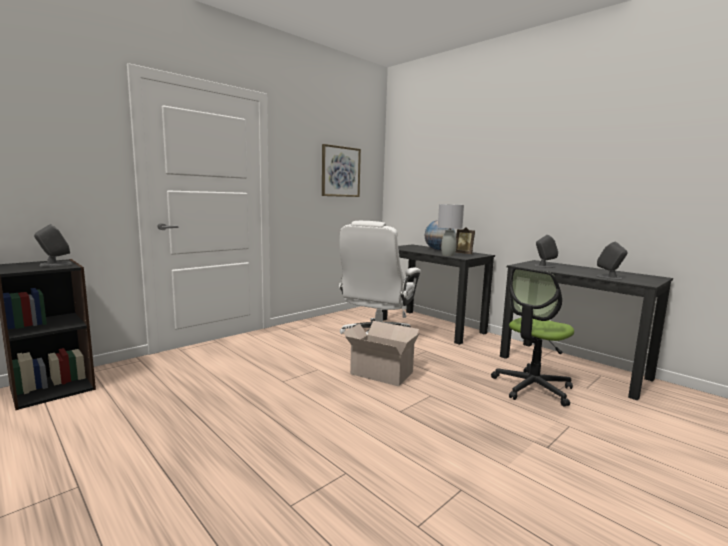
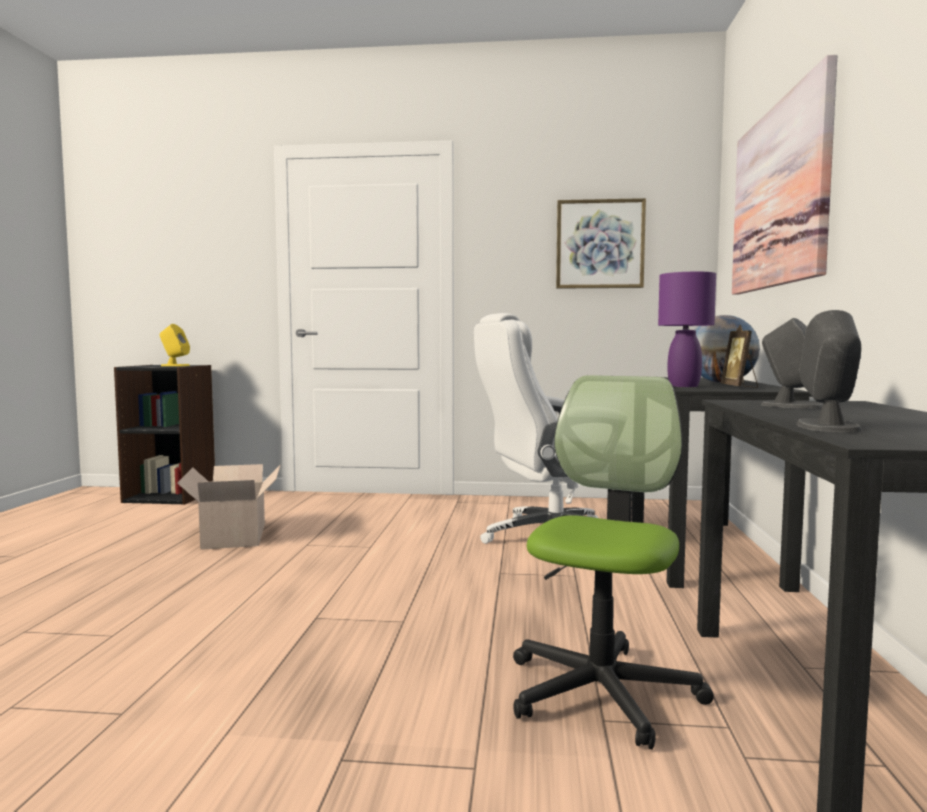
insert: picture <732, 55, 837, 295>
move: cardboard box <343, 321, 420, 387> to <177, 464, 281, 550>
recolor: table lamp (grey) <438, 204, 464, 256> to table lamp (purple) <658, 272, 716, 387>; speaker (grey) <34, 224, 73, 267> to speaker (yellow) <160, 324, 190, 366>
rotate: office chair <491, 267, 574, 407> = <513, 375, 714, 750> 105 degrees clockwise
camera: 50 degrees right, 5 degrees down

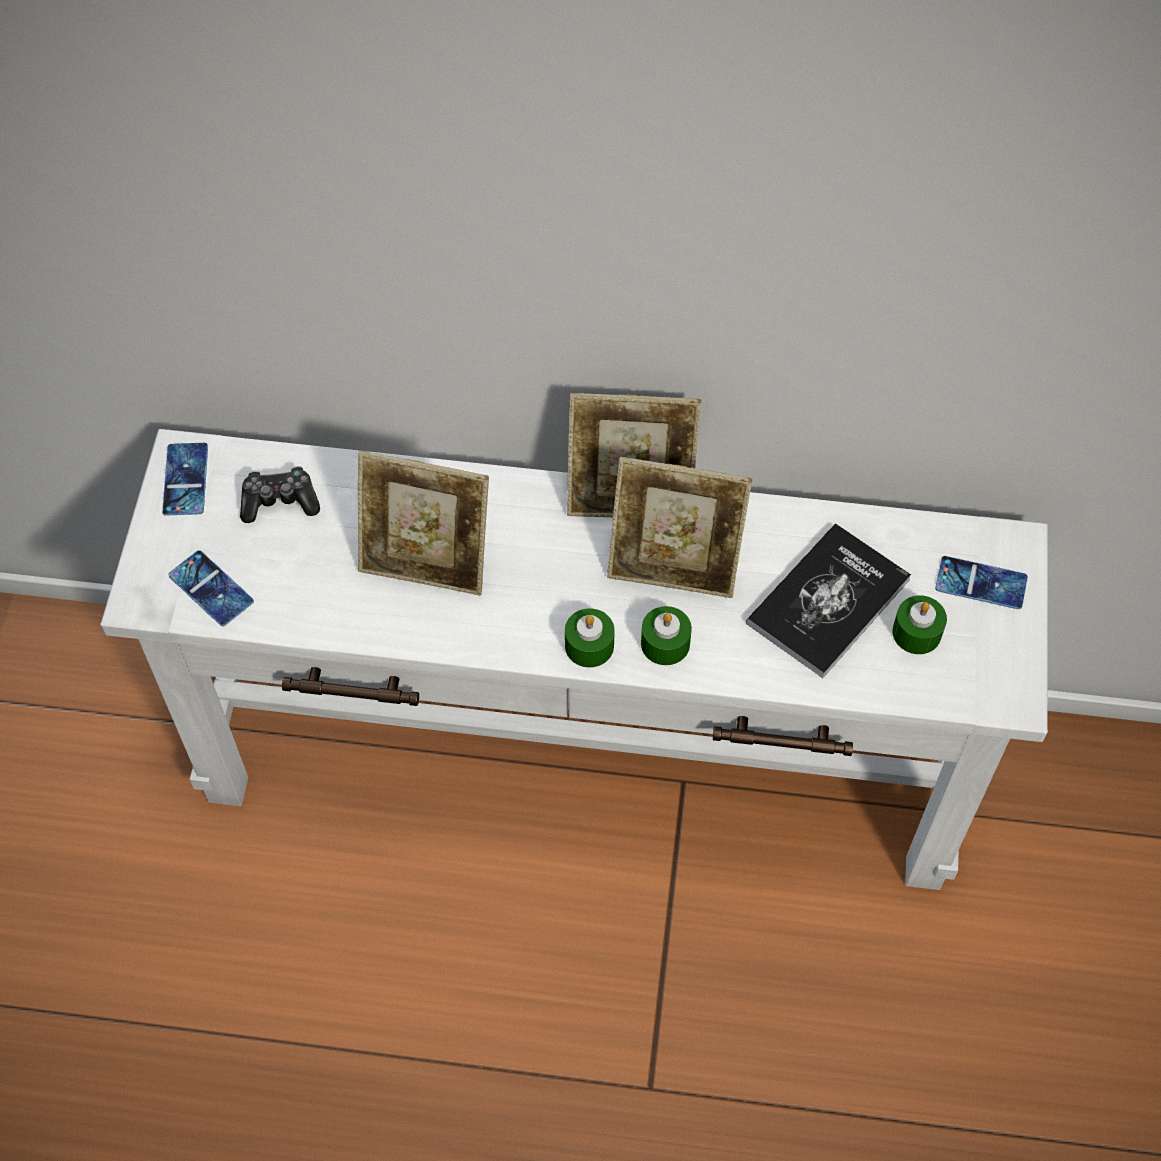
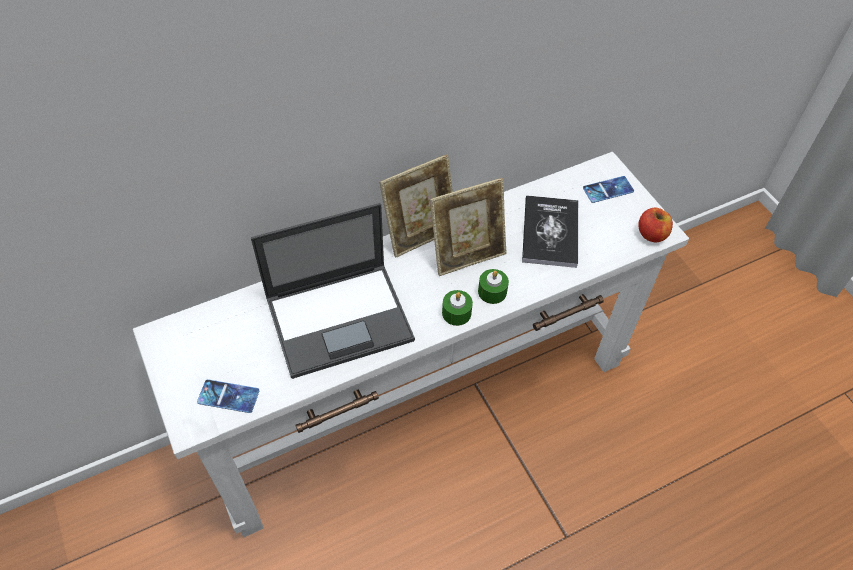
delete: phone <162, 443, 208, 516>; game controller <240, 466, 320, 523>; candle (green) <892, 595, 947, 654>
insert: apple <638, 208, 673, 242>
replace: picture frame <358, 451, 489, 595> to laptop <251, 203, 415, 379>
camera: 35 degrees left, 5 degrees down

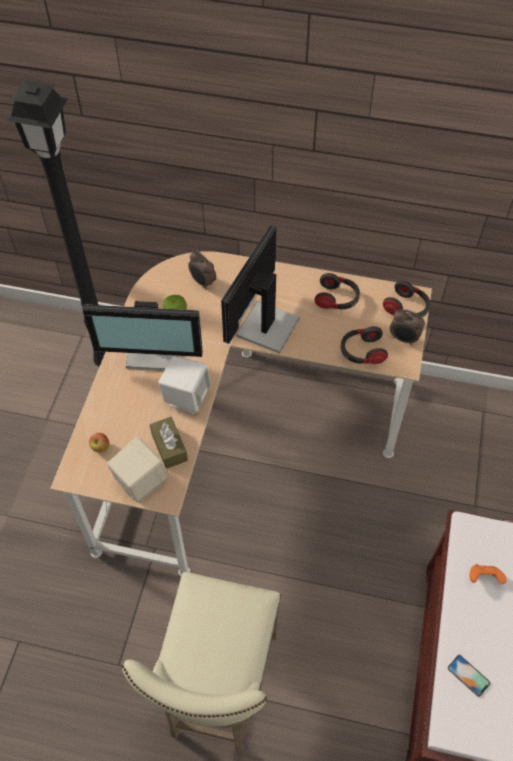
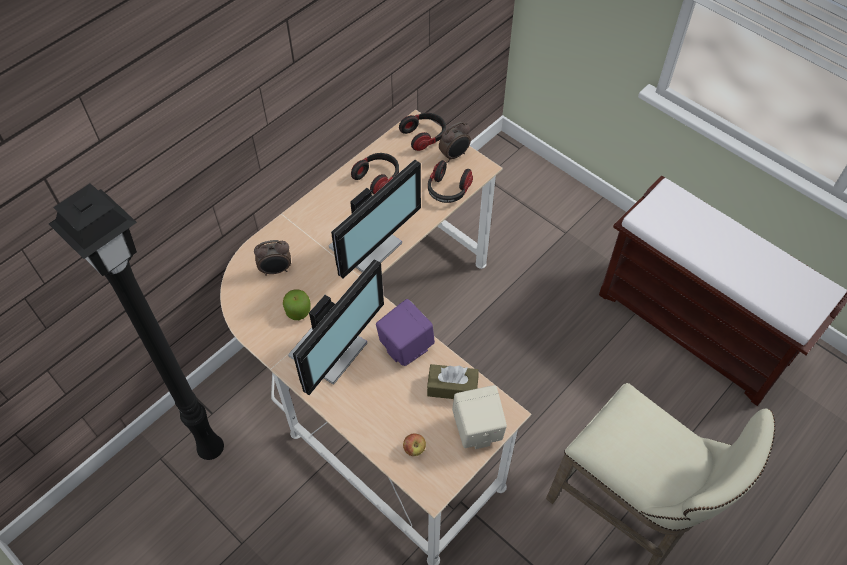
delete: game controller (orange) <470, 564, 507, 584>; phone <448, 655, 491, 697>
recolor: speaker (white) <158, 356, 211, 414> to speaker (purple) <376, 299, 435, 366>
rotate: monitor <221, 225, 300, 354> = <329, 160, 421, 279> 105 degrees counterclockwise
camera: 60 degrees left, 0 degrees up

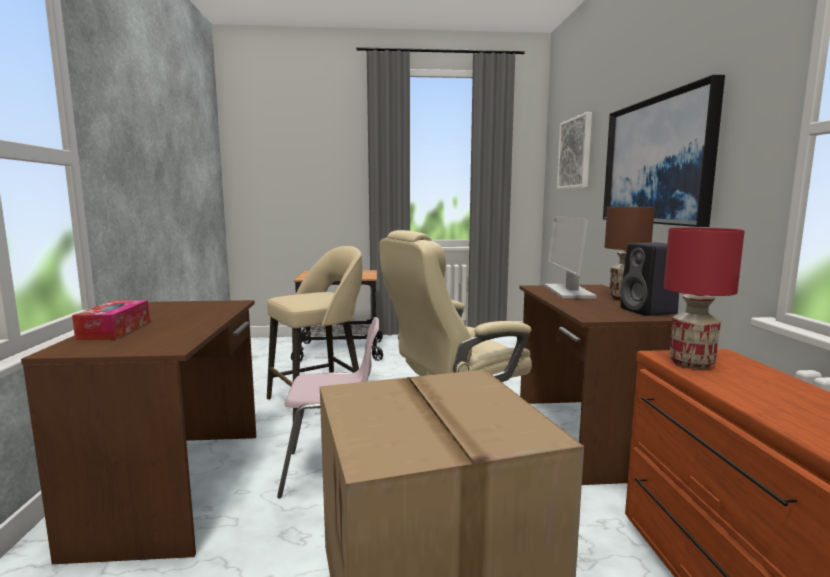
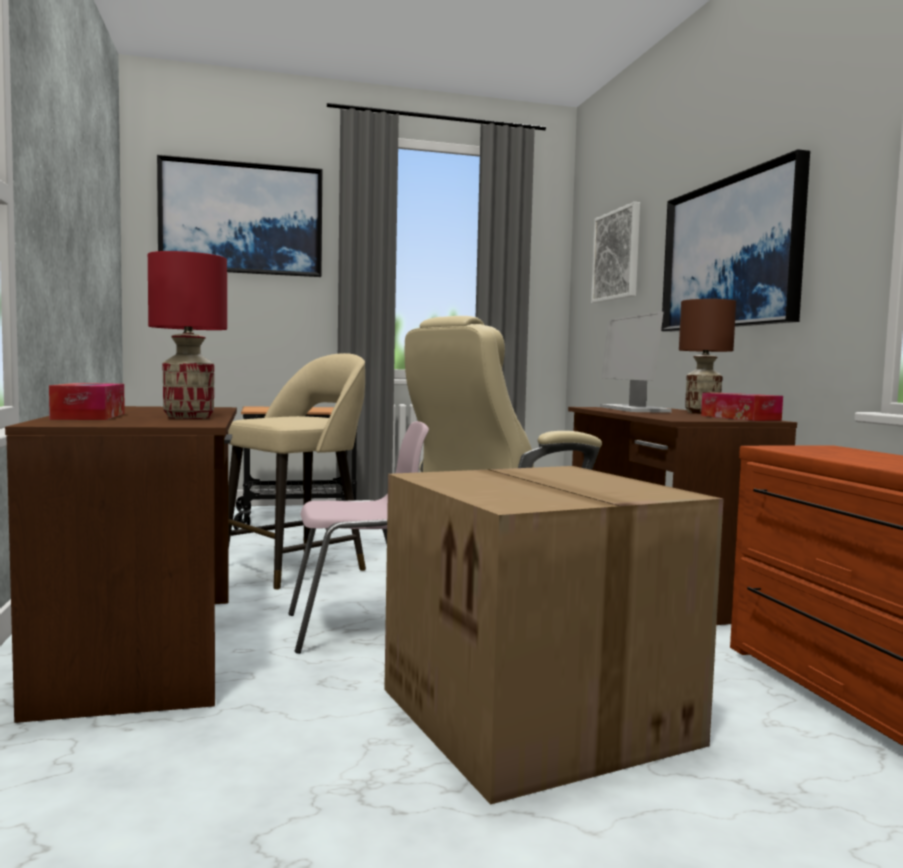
insert: picture <157, 154, 322, 277>
move: table lamp (red) <664, 228, 745, 369> to <148, 251, 227, 419>
replace: speaker (black) <620, 242, 679, 316> to tissue box <701, 393, 783, 421>
camera: 10 degrees left, 5 degrees down

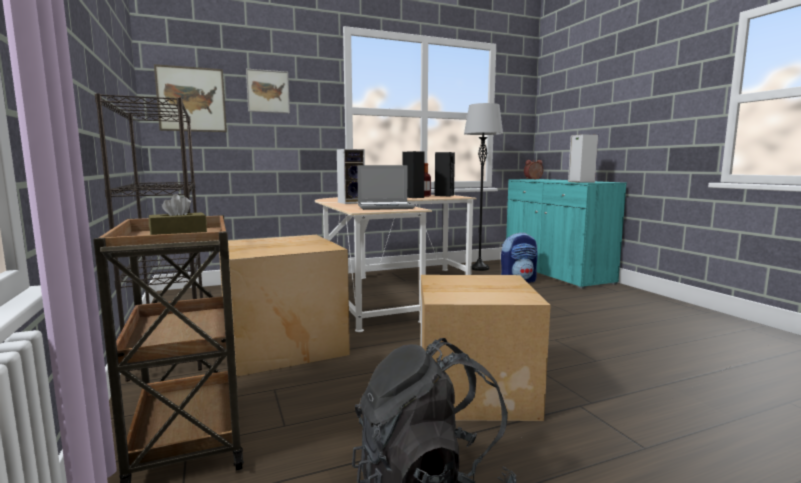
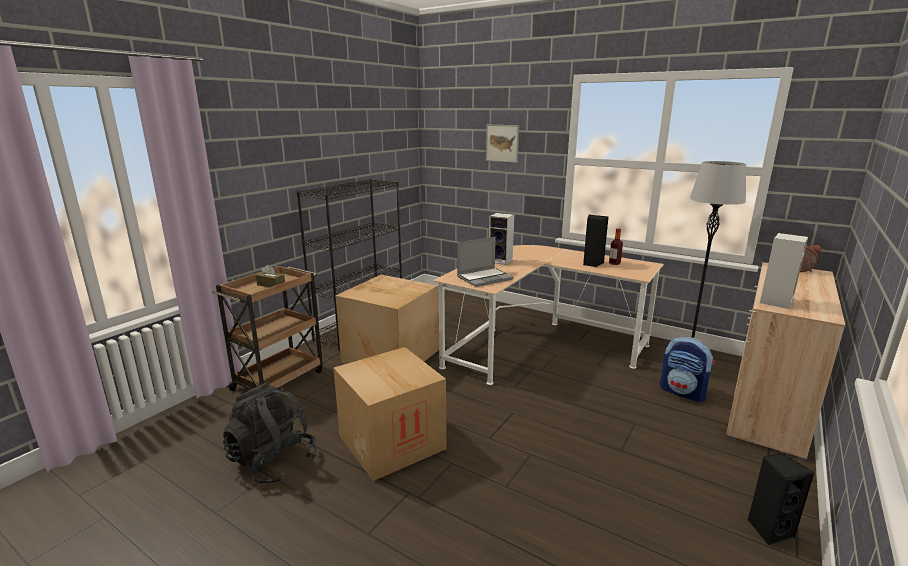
delete: picture <154, 64, 227, 132>
move: speaker (black) <435, 152, 455, 196> to <748, 453, 815, 546>
recolor: cabinet (turquoise) <506, 179, 627, 289> to cabinet (beige) <726, 262, 845, 461>
rotate: laptop <357, 165, 415, 210> = <457, 237, 514, 287> 75 degrees counterclockwise
camera: 55 degrees right, 10 degrees up

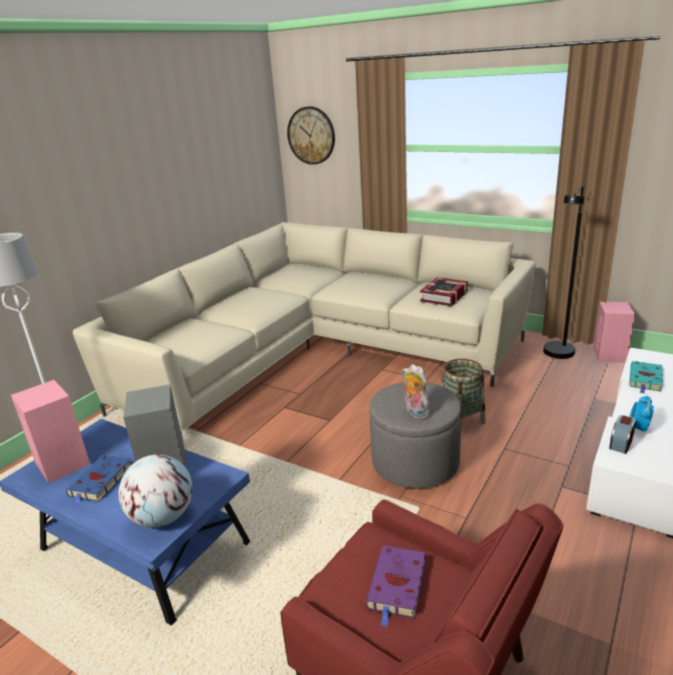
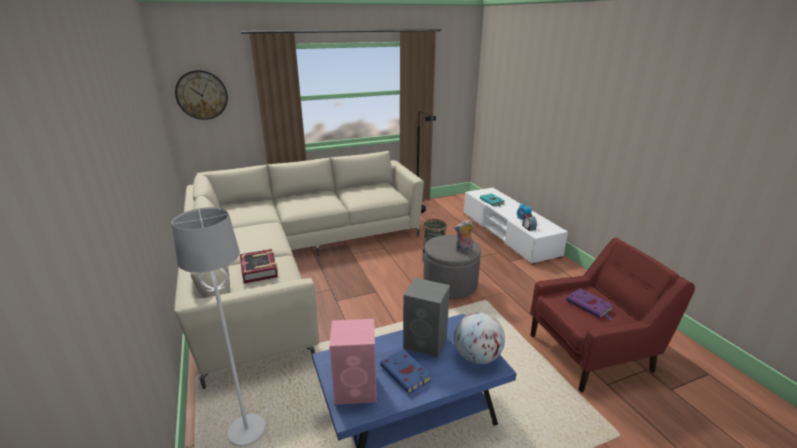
delete: speaker (pink) <593, 302, 635, 363>
move: book <420, 277, 468, 306> to <240, 249, 278, 284>
camera: 55 degrees left, 0 degrees up

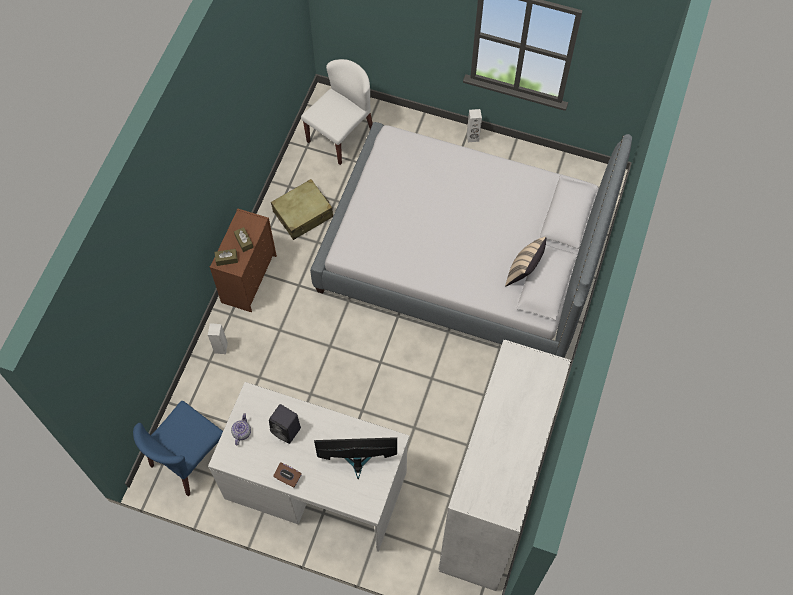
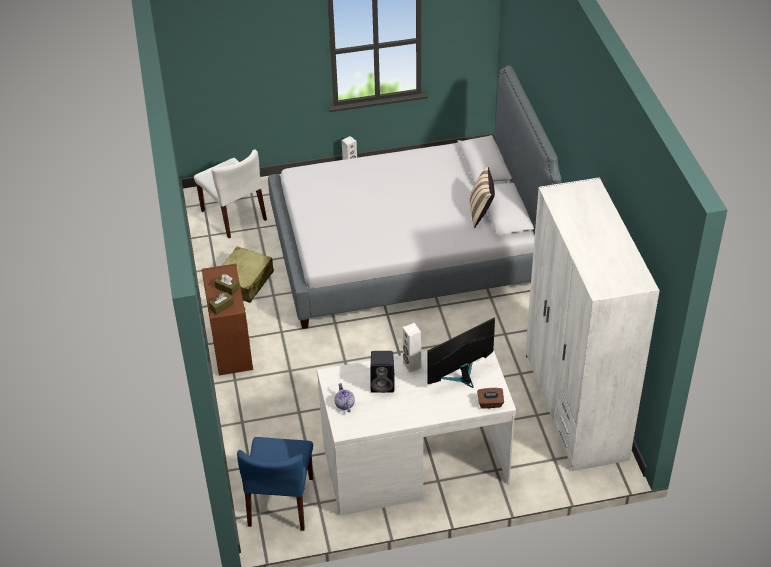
move: speaker (white) <208, 323, 228, 354> to <403, 323, 421, 372>; tissue box (brown) <273, 462, 302, 487> to <477, 388, 504, 408>
rotate: chair (white) <301, 59, 373, 165> = <194, 150, 267, 238> 135 degrees clockwise
camera: 30 degrees left, 20 degrees down

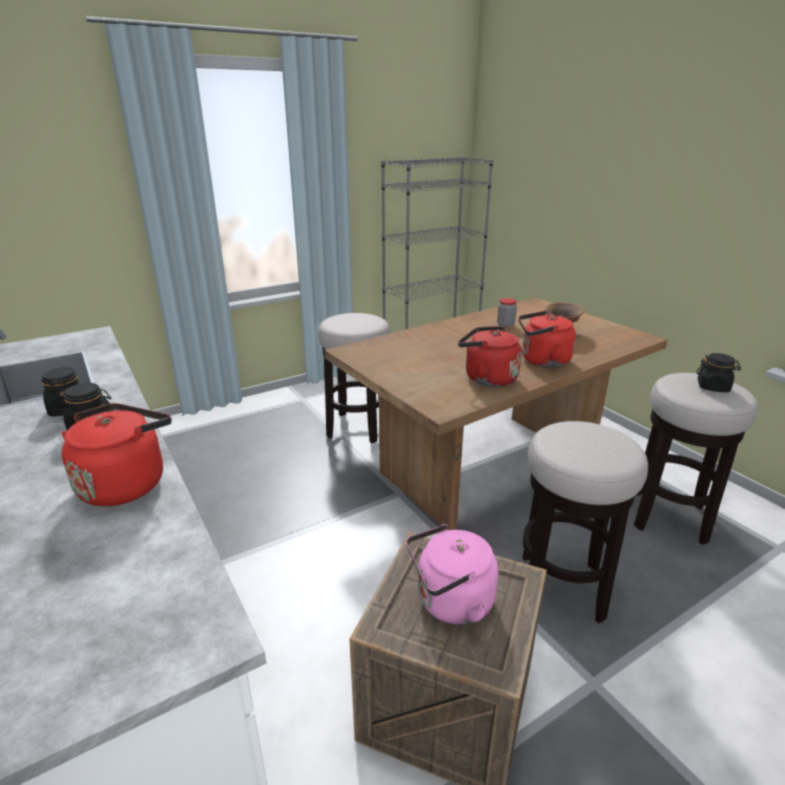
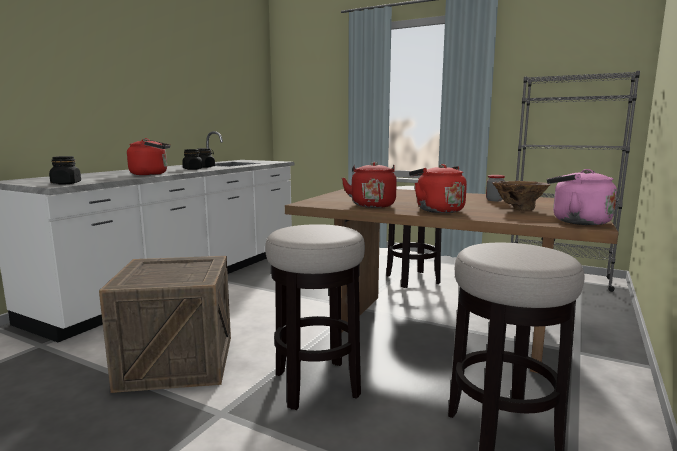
move: jar (black) <696, 353, 741, 392> to <49, 156, 81, 185>; kettle (pink) <406, 524, 498, 625> to <547, 169, 617, 225>
camera: 60 degrees right, 15 degrees down

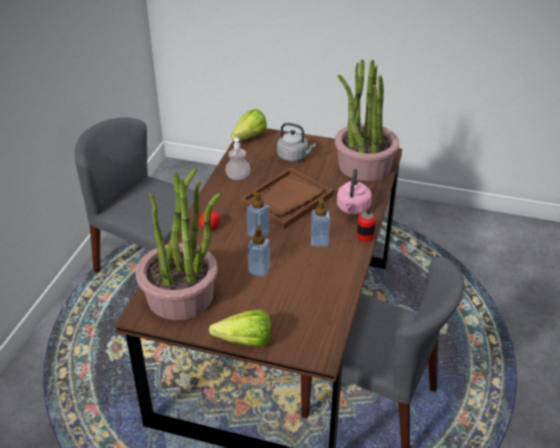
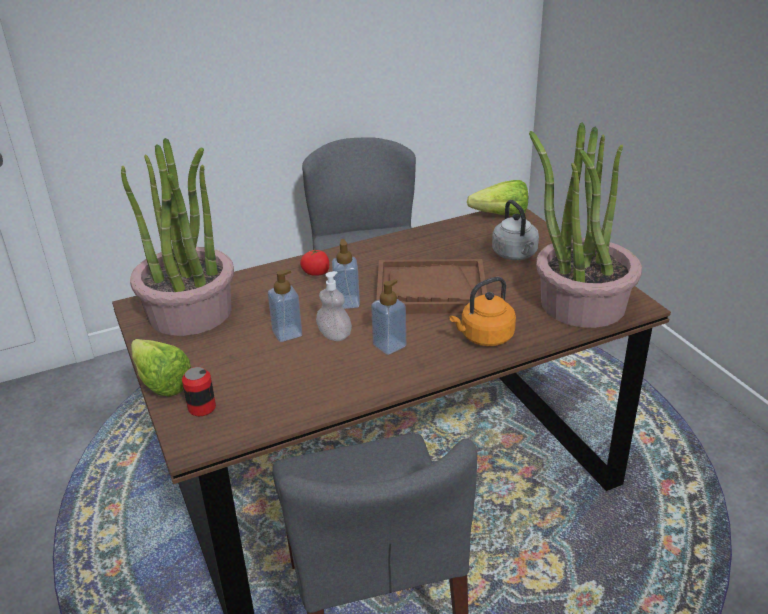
move: soap dispenser <225, 137, 251, 180> to <316, 271, 352, 341>; can <357, 212, 376, 242> to <182, 367, 216, 416>
recolor: kettle (pink) <337, 169, 372, 214> to kettle (orange) <449, 277, 516, 346>
camera: 50 degrees right, 5 degrees down

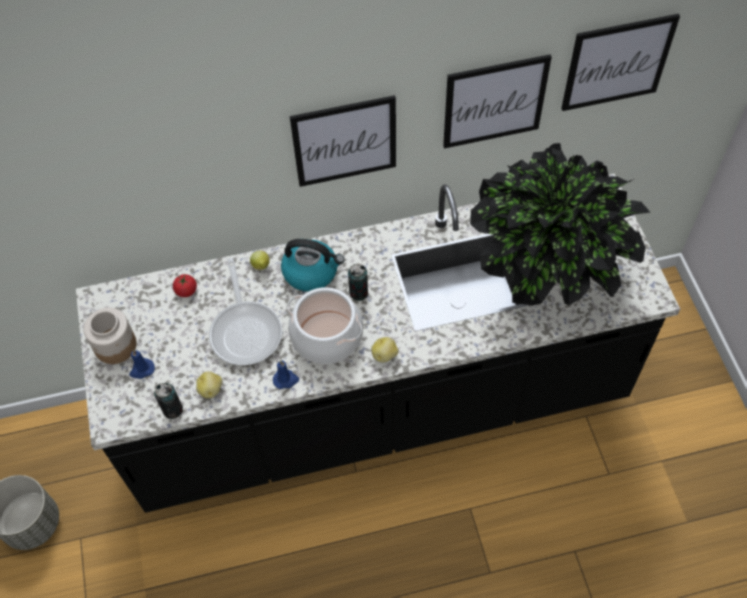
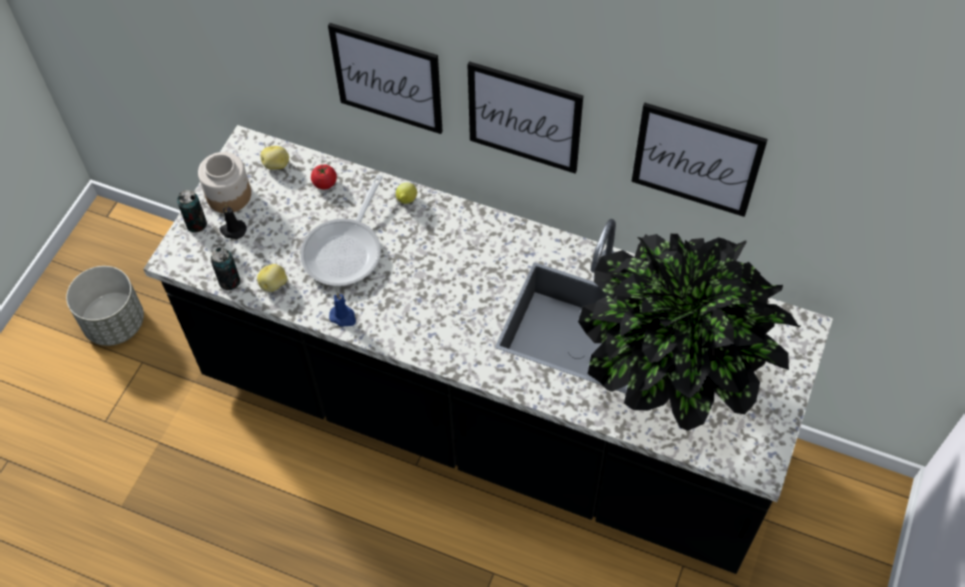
delete: kettle <281, 239, 345, 292>; cooking pot <288, 287, 363, 364>
move: picture <561, 14, 680, 111> to <328, 23, 443, 134>; can <348, 263, 368, 301> to <177, 190, 207, 233>; potato <371, 337, 398, 362> to <260, 146, 289, 170>
recolor: candle (blue) <130, 349, 155, 379> to candle (black) <220, 204, 247, 239>
camera: 35 degrees right, 0 degrees up

